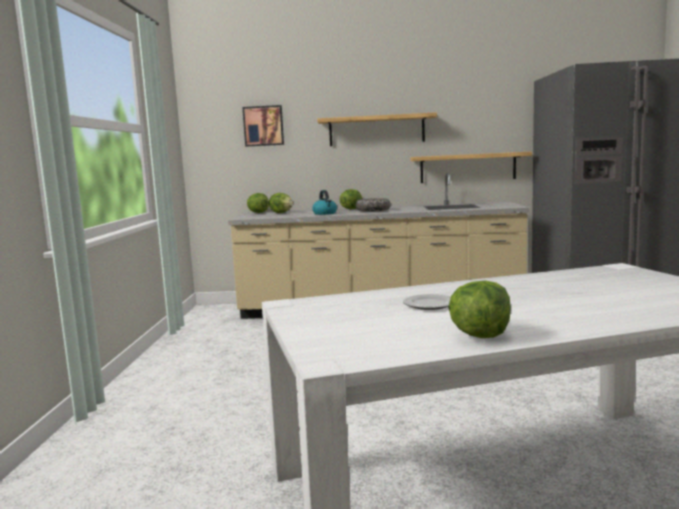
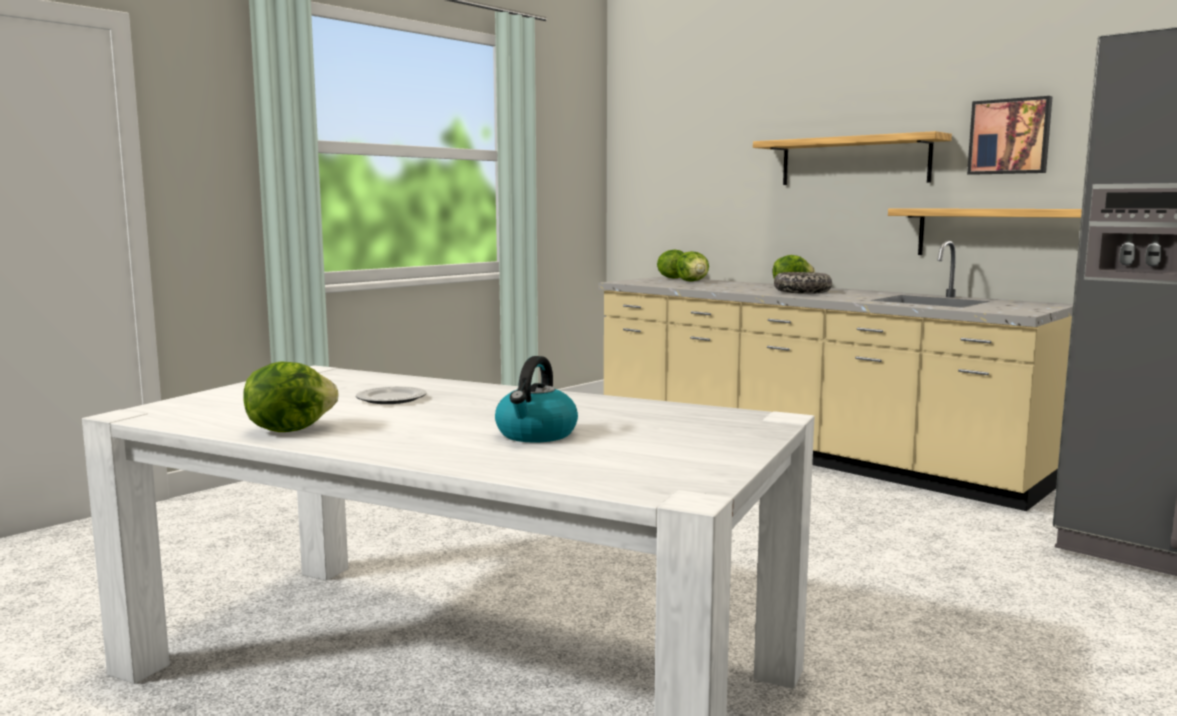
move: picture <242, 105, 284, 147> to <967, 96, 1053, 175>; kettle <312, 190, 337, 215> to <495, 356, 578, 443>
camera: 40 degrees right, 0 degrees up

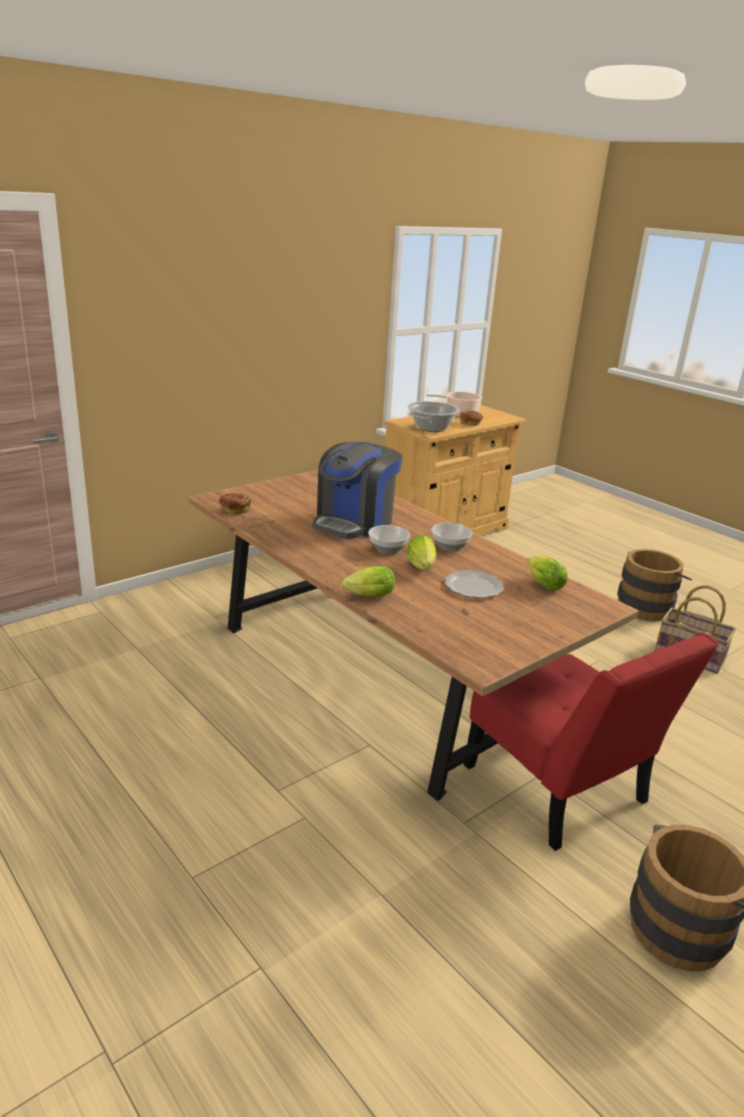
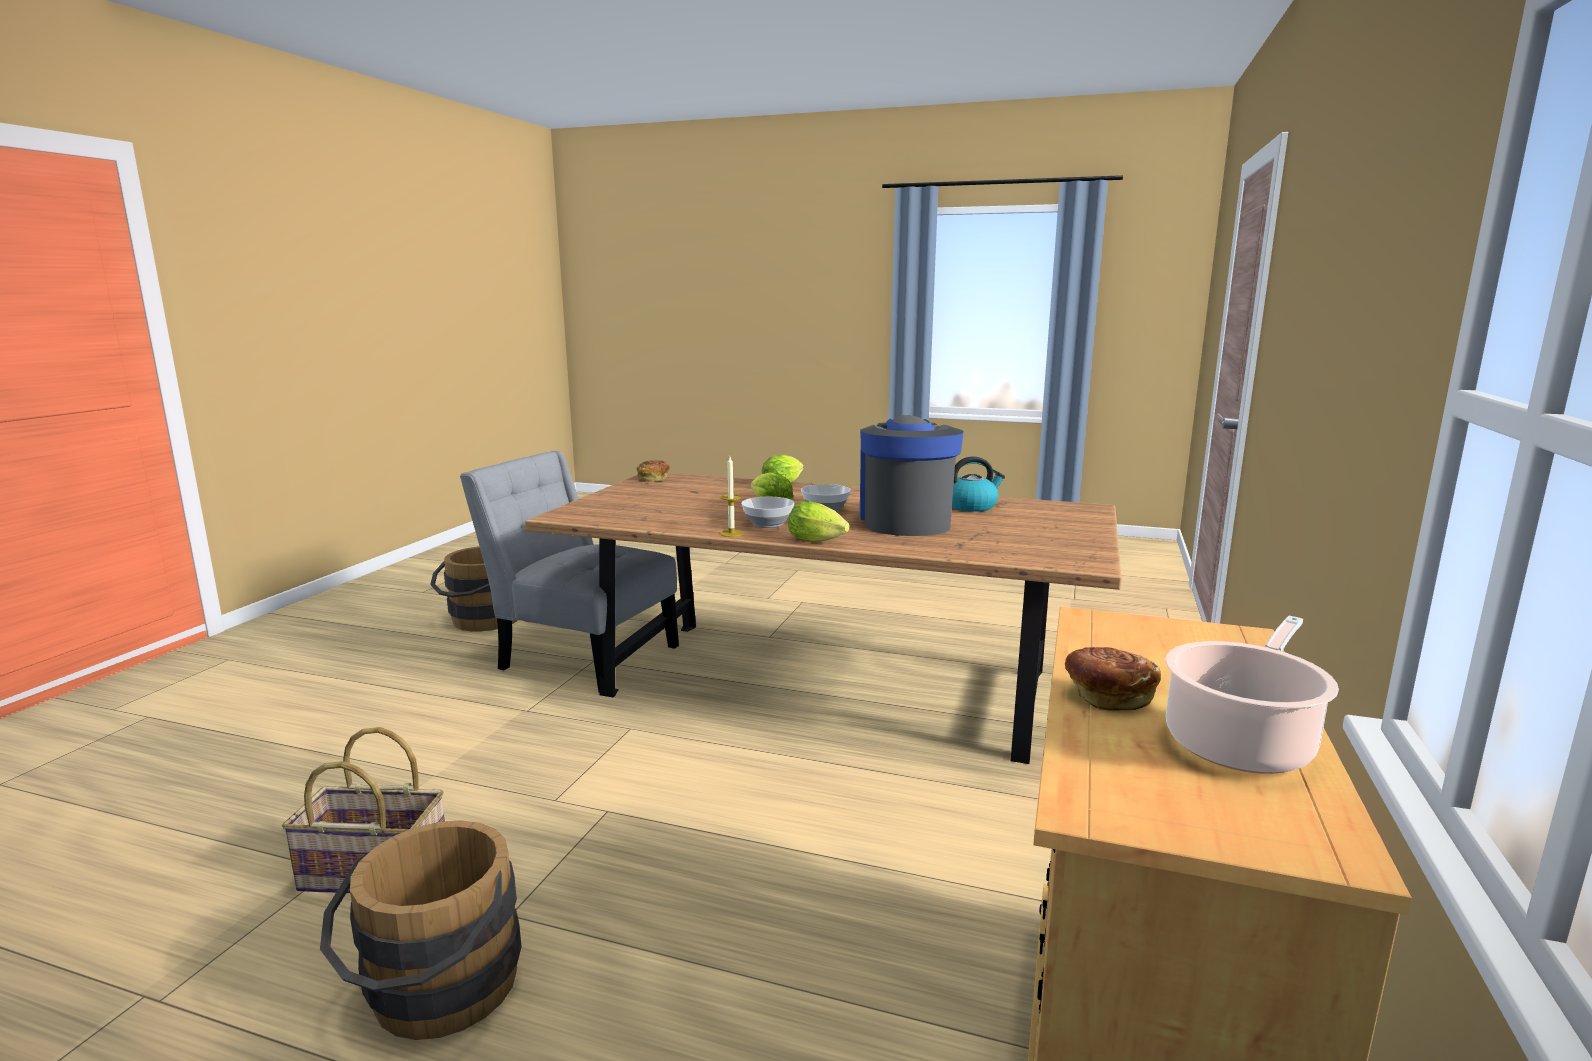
delete: cooking pot <408, 401, 460, 432>; plate <445, 570, 504, 598>
insert: kettle <952, 456, 1005, 512>; candle <719, 457, 744, 537>
move: bread <219, 493, 251, 515> to <637, 460, 670, 482>; lettuce <527, 555, 568, 590> to <788, 502, 849, 542>
recolor: chair (red) <463, 633, 719, 851> to chair (grey) <460, 451, 679, 692>
camera: 150 degrees right, 10 degrees down

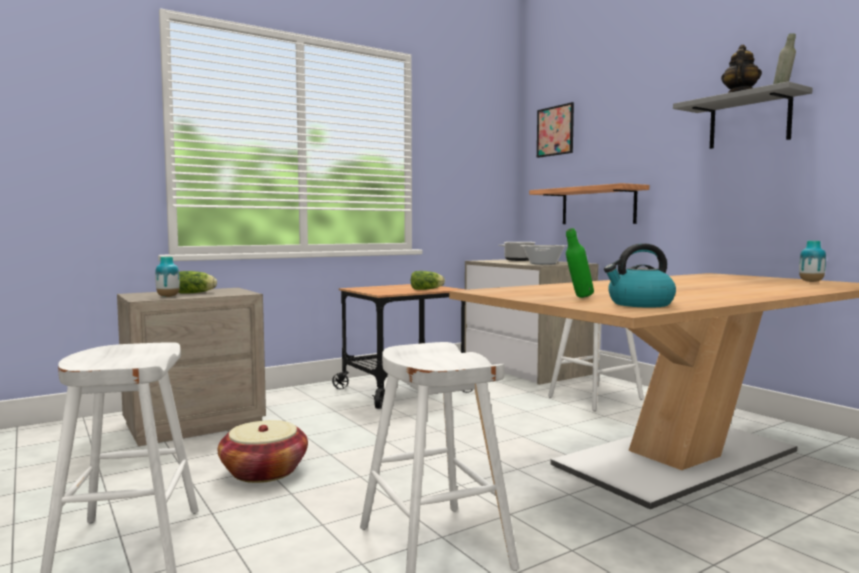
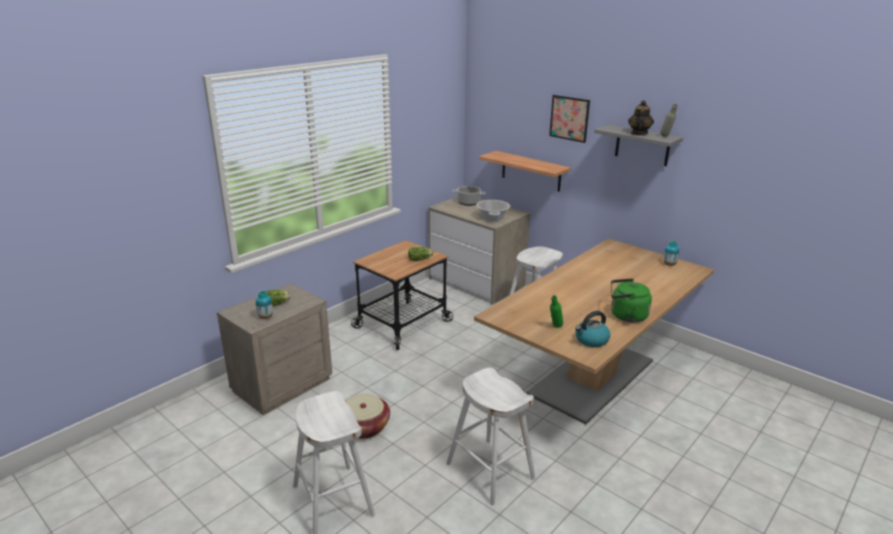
insert: kettle (green) <611, 278, 652, 323>
move: picture <537, 102, 574, 158> to <549, 95, 590, 143>
camera: 15 degrees left, 20 degrees up

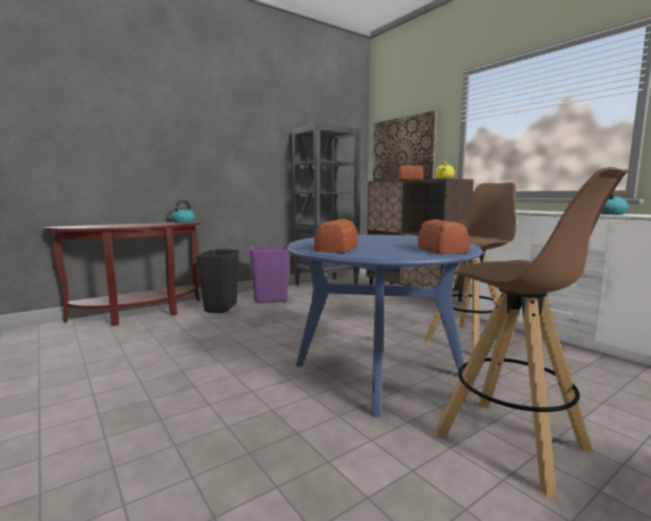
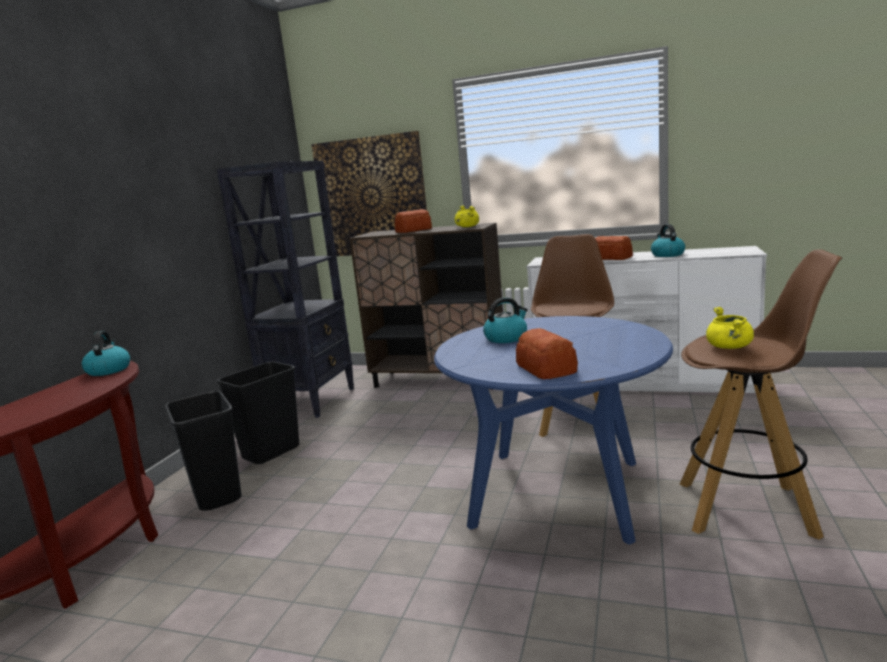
insert: kettle <483, 297, 528, 343>; cooking pot (yellow) <706, 307, 754, 349>
move: bread <418, 220, 469, 254> to <595, 236, 633, 260>
recolor: trash can (purple) <248, 246, 290, 303> to trash can (black) <217, 362, 299, 464>
camera: 35 degrees left, 5 degrees up

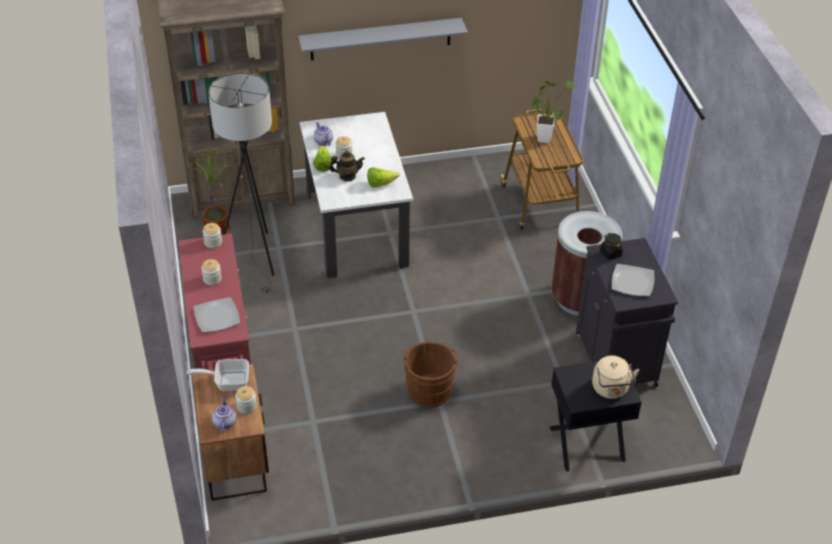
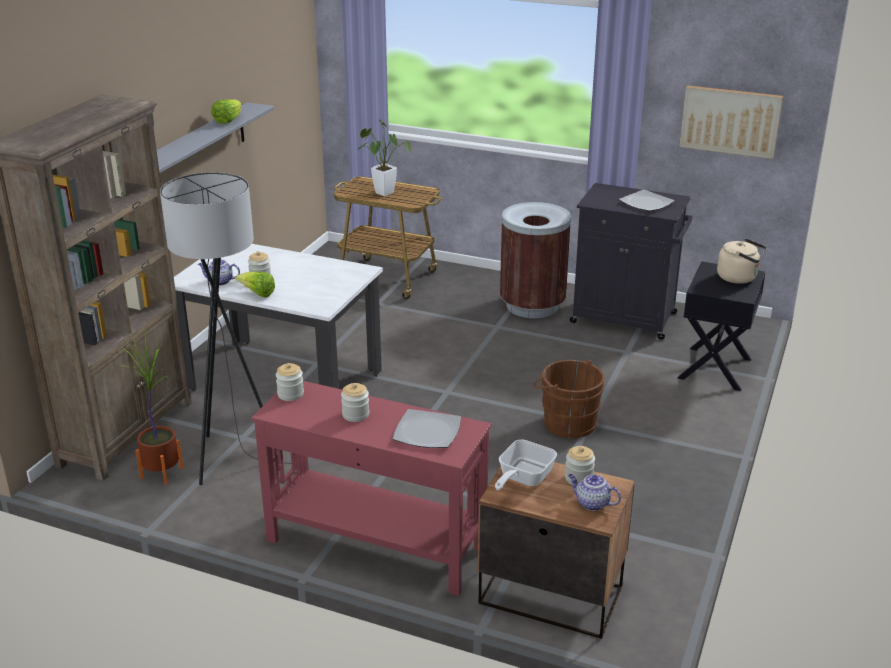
delete: teapot <329, 151, 365, 181>; jar (black) <600, 233, 623, 260>
insert: picture <679, 85, 783, 159>
move: lettuce <367, 167, 400, 188> to <211, 99, 241, 124>
camera: 55 degrees left, 15 degrees down

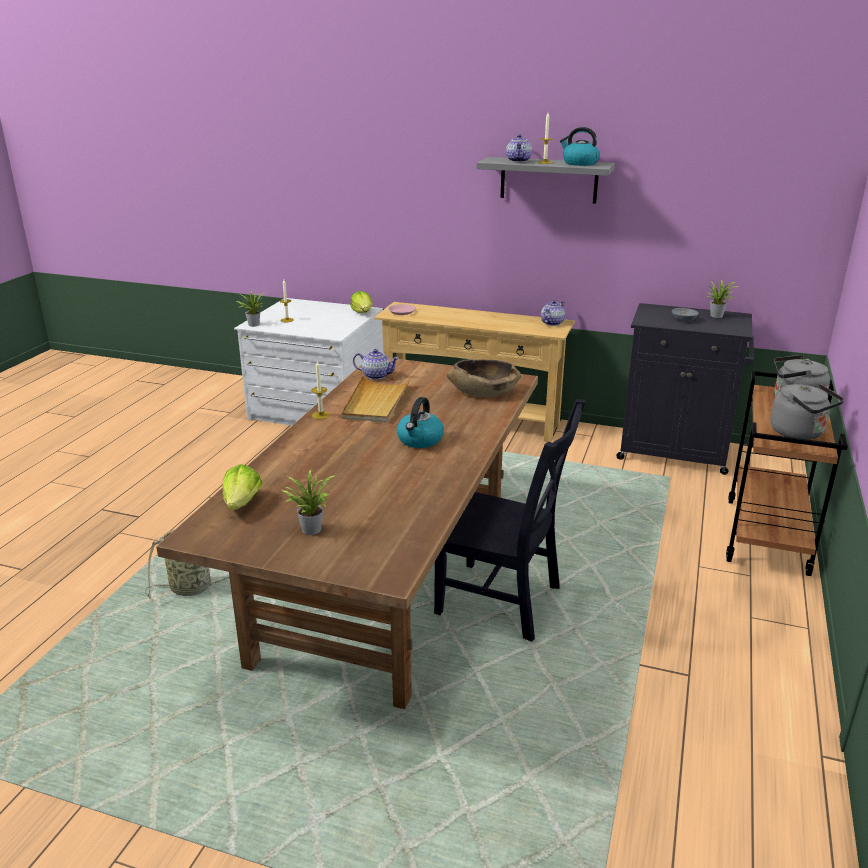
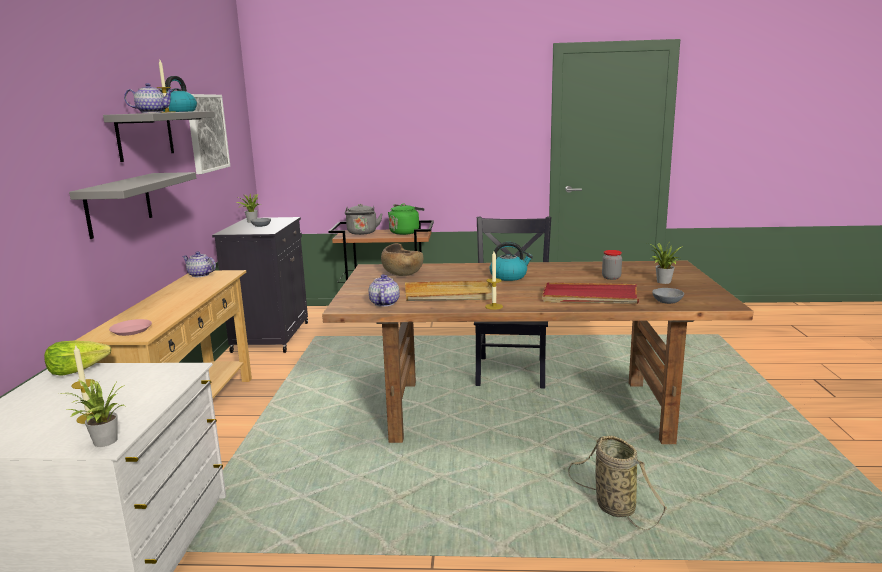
insert: picture <189, 94, 230, 174>; shelf (grey) <69, 172, 196, 239>; jar <602, 250, 622, 280>; tray (red) <542, 283, 639, 304>
replace: lettuce <222, 464, 262, 510> to bowl (grey) <652, 288, 684, 304>
recolor: kettle (grey) <770, 384, 844, 440> to kettle (green) <388, 204, 424, 235>
camera: 105 degrees left, 10 degrees down

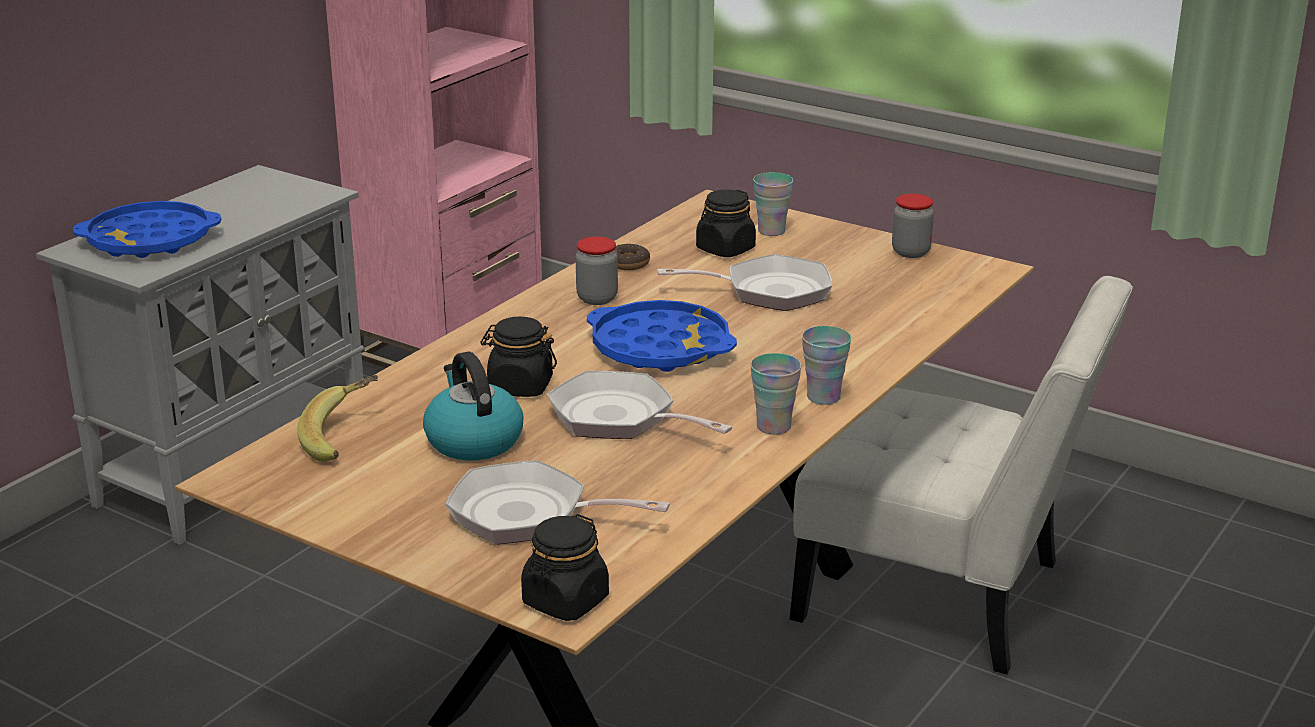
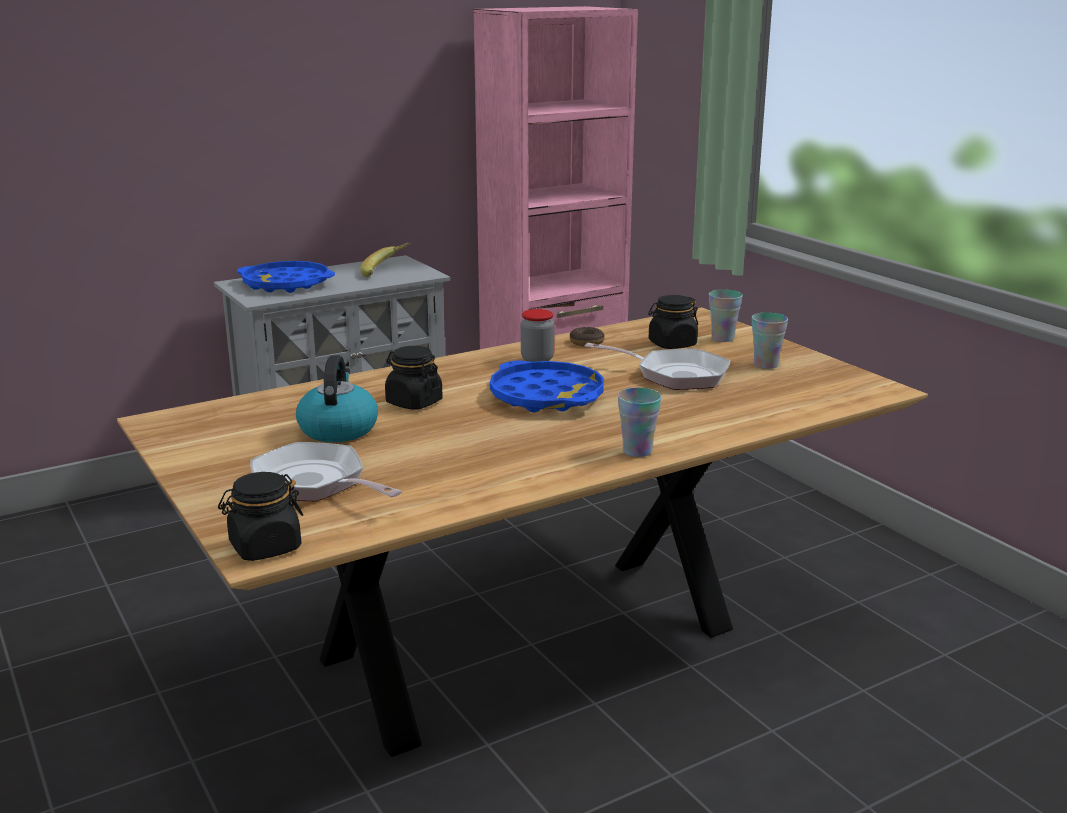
delete: jar <892, 194, 934, 258>; chair (white) <790, 276, 1133, 674>; frying pan <547, 371, 733, 439>
move: cup <751, 353, 801, 435> to <752, 312, 788, 369>; banana <297, 375, 378, 462> to <360, 242, 411, 277>
camera: 25 degrees right, 5 degrees down

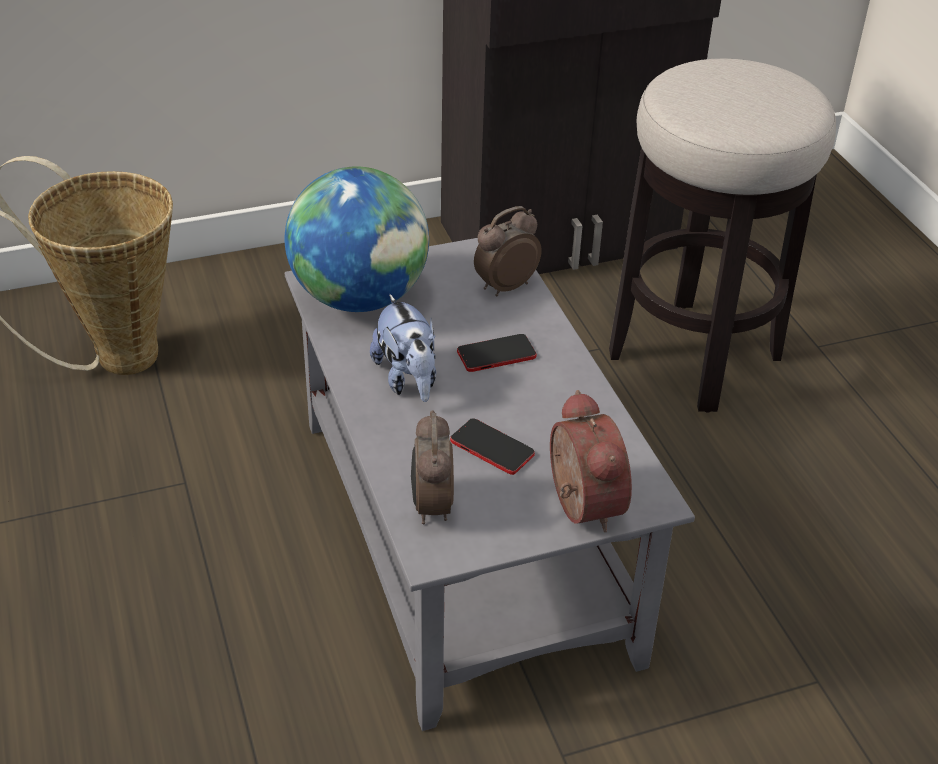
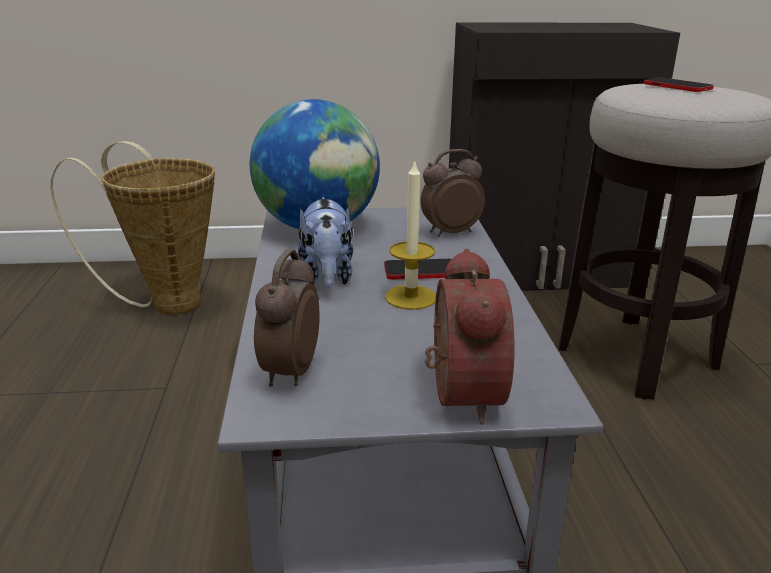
insert: candle <385, 159, 436, 310>
move: phone <450, 418, 535, 475> to <644, 77, 714, 92>
camera: 15 degrees right, 15 degrees down

